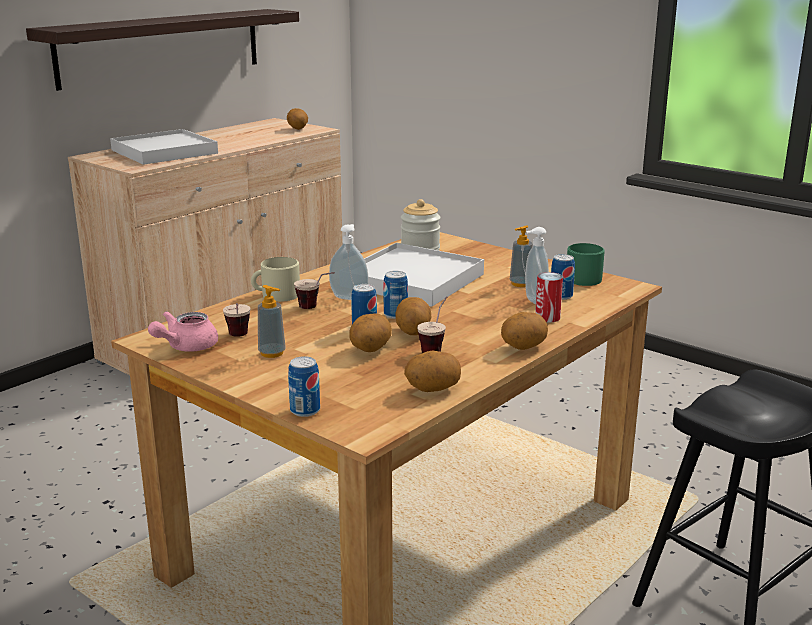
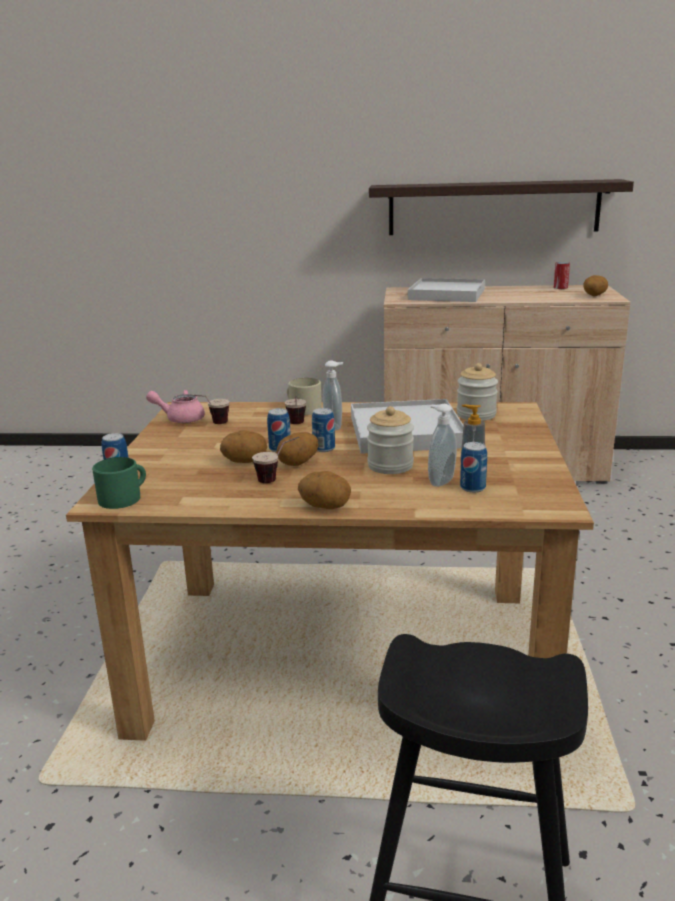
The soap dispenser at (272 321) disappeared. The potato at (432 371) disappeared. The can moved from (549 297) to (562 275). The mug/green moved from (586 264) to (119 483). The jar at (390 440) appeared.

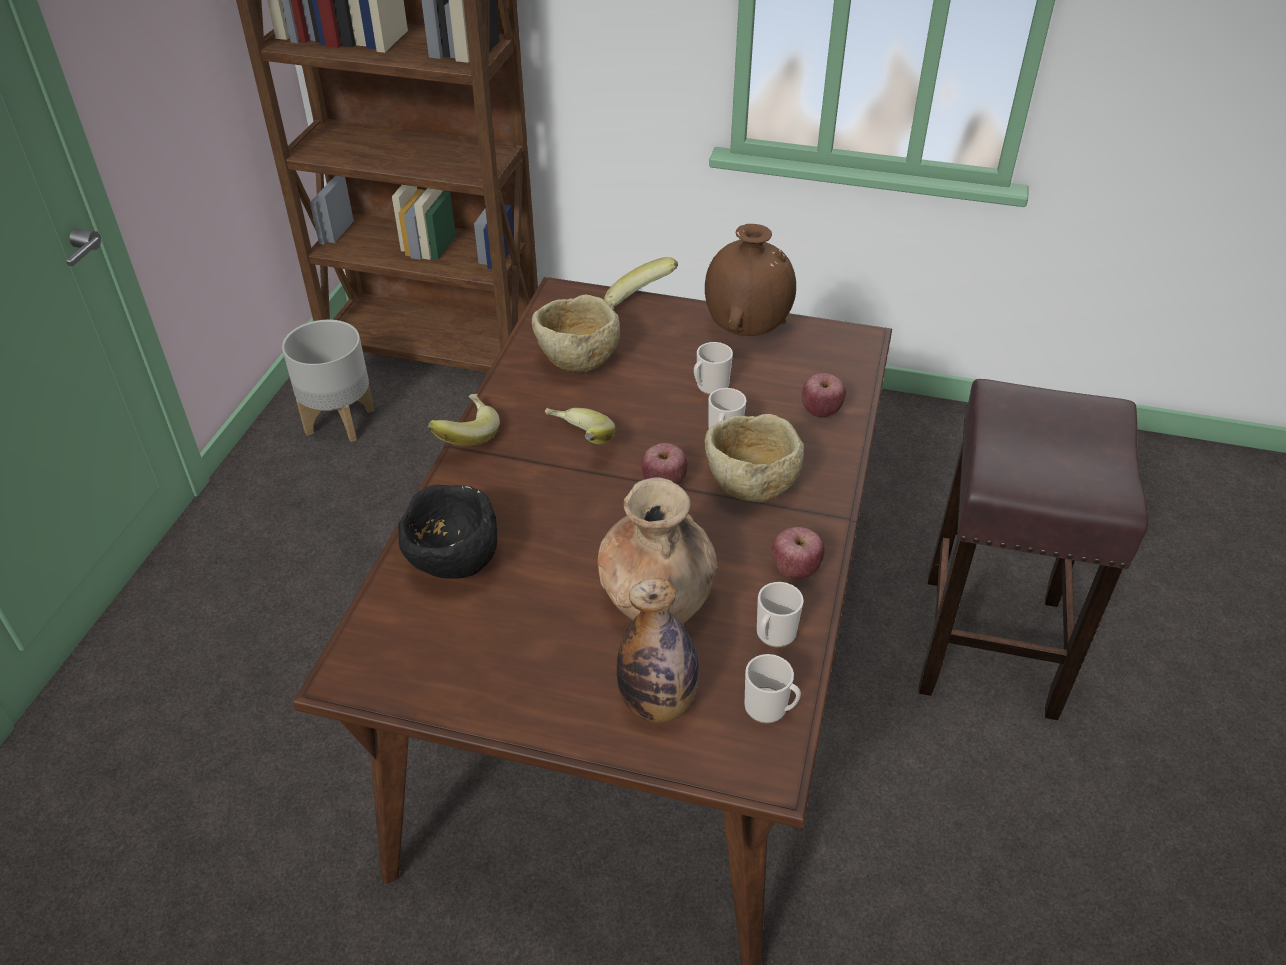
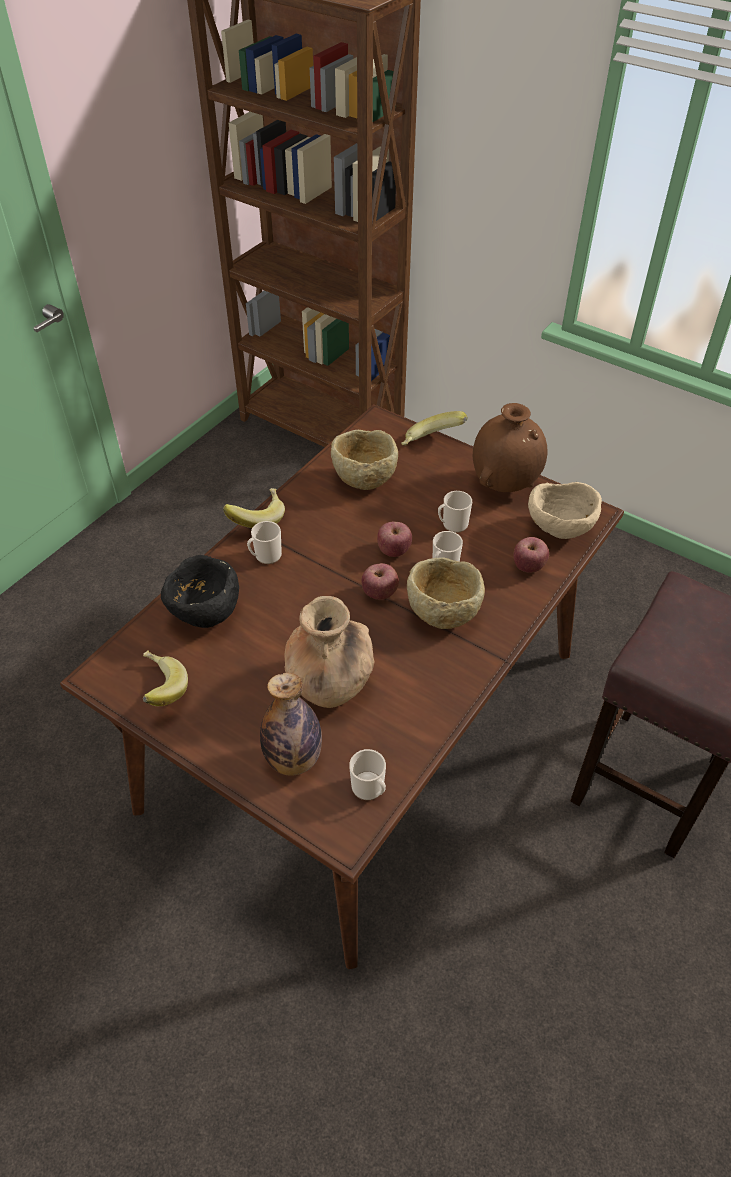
The planter/grey at (328 381) disappeared. The banana moved from (580 426) to (165 678). The mug moved from (780 614) to (264 542). The apple moved from (798 553) to (394 539). The bowl/beige at (565 510) appeared.

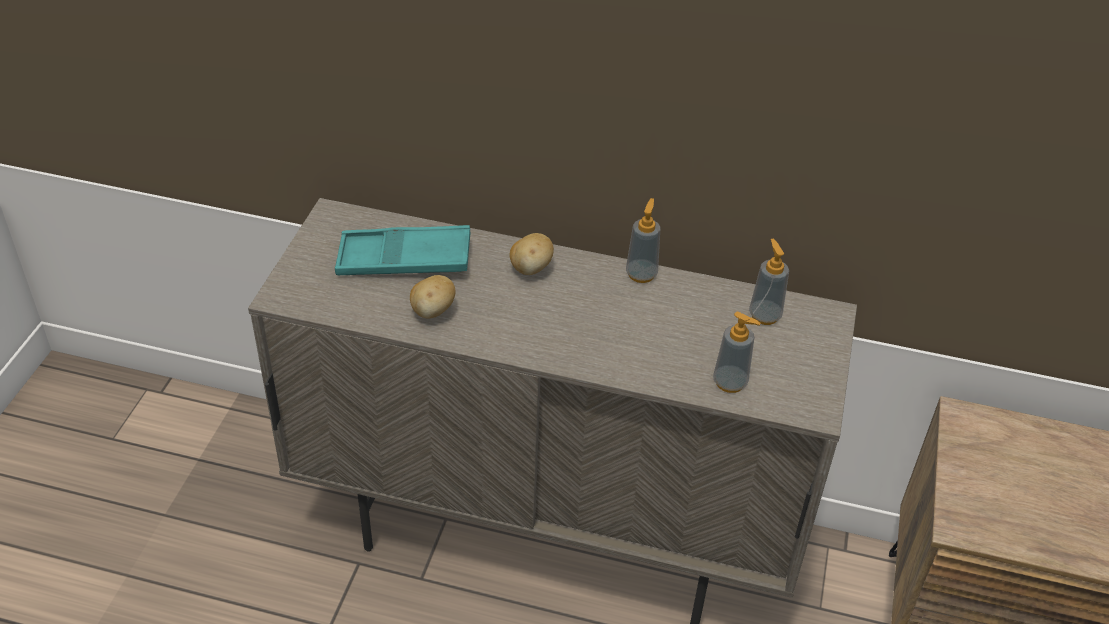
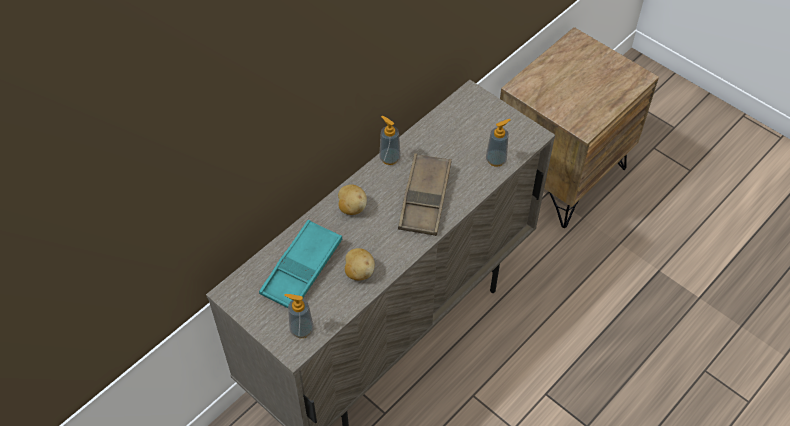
The soap dispenser moved from (769 282) to (299 316). The tray/brown at (425 194) appeared.

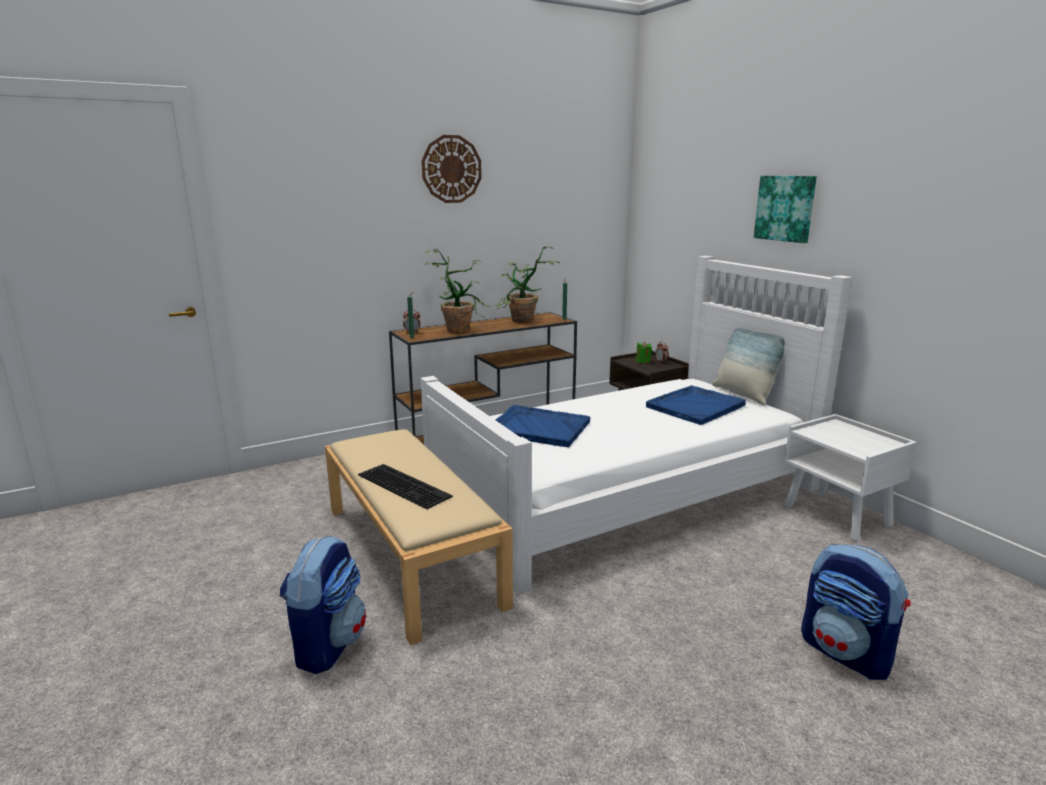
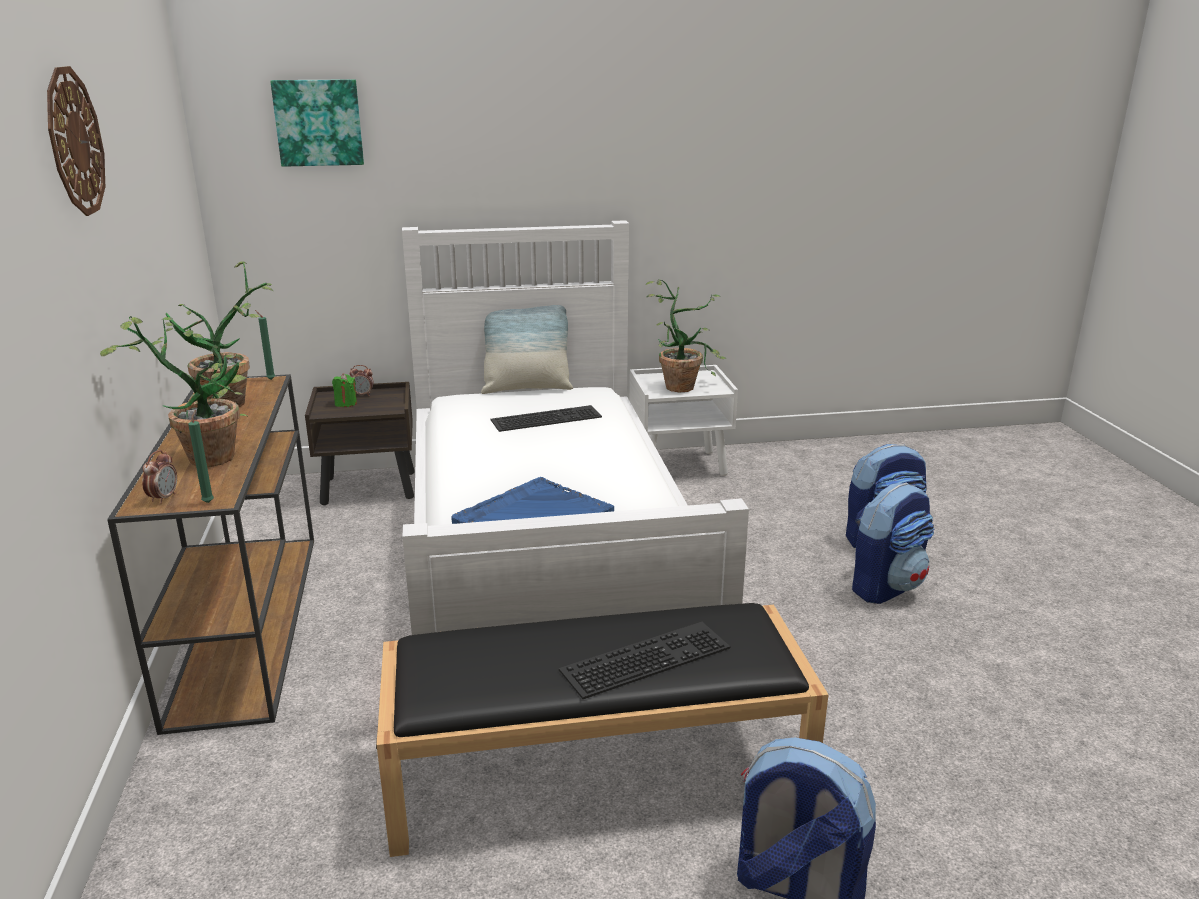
The bench/beige at (419 537) became the bench/black at (602 730). The tray/blue at (696 405) was replaced by the keyboard at (546 418). The picture moved from (785 209) to (317 123). The potted plant at (686 336) appeared. The backpack at (893 543) appeared.

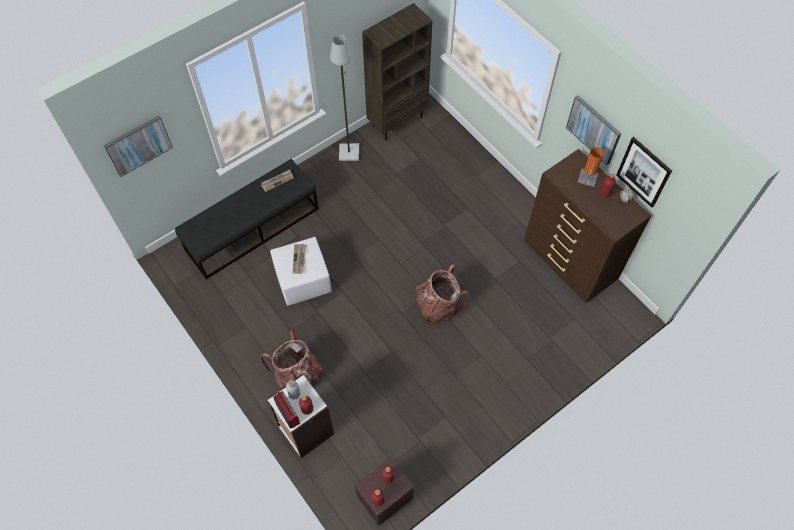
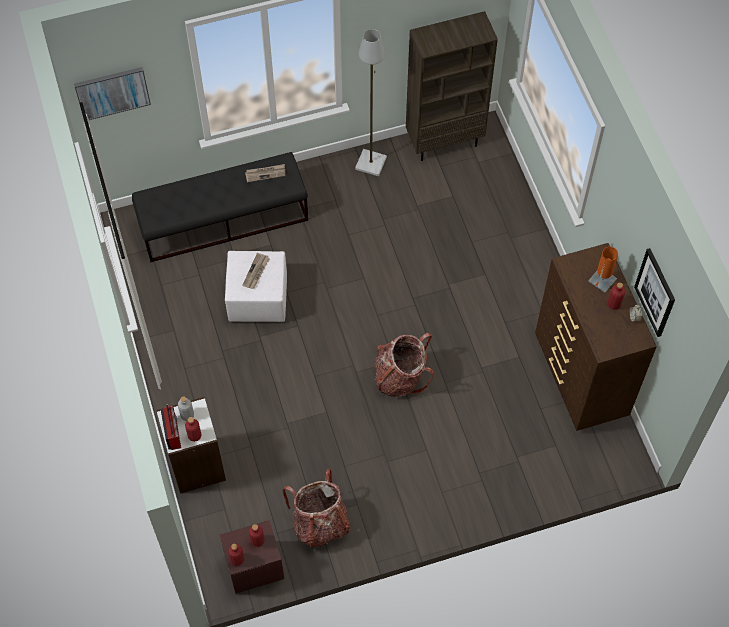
The backpack moved from (291 359) to (317 508). The picture at (593 130) disappeared.

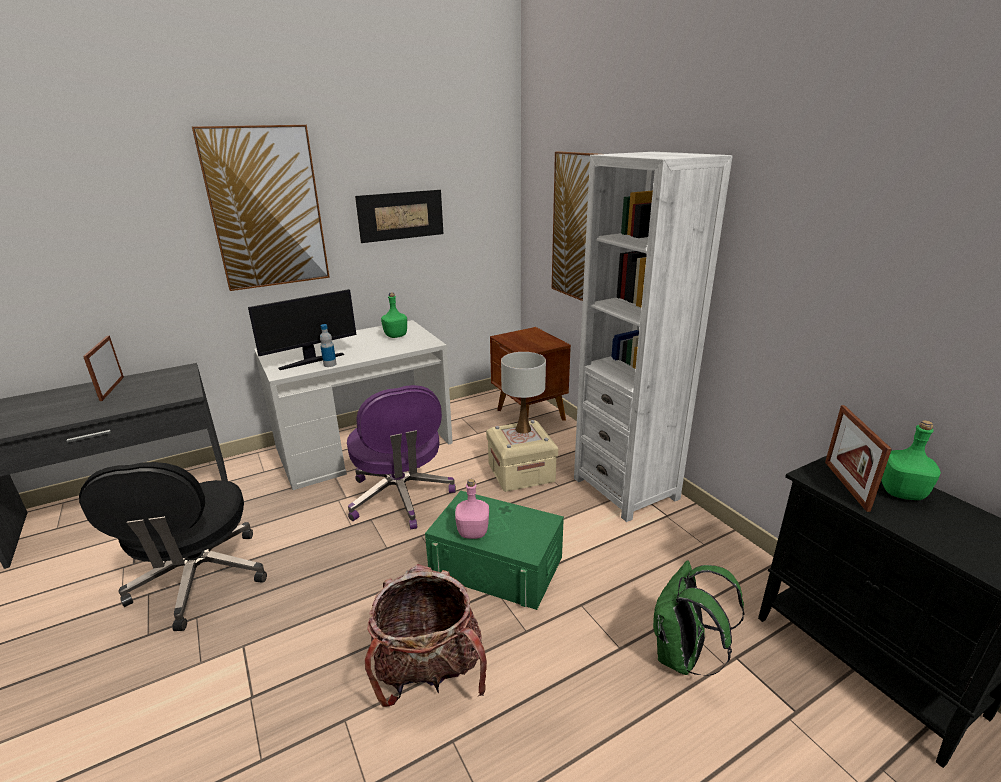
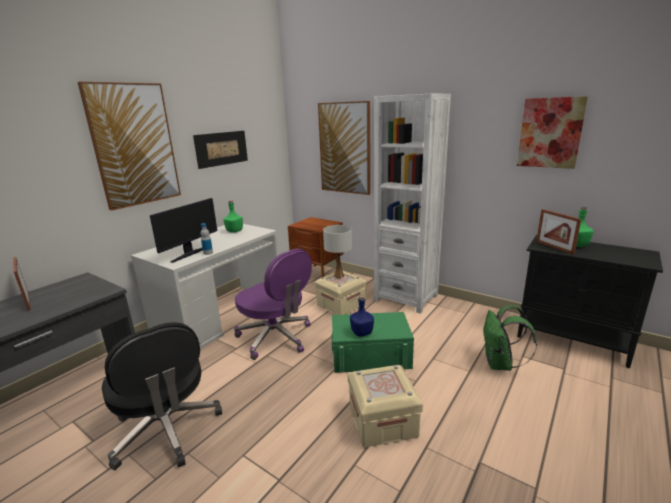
The backpack at (426 635) was replaced by the storage box/beige at (385 406). The bottle/pink at (472 509) became the bottle/blue at (362 316). The picture at (552 132) appeared.

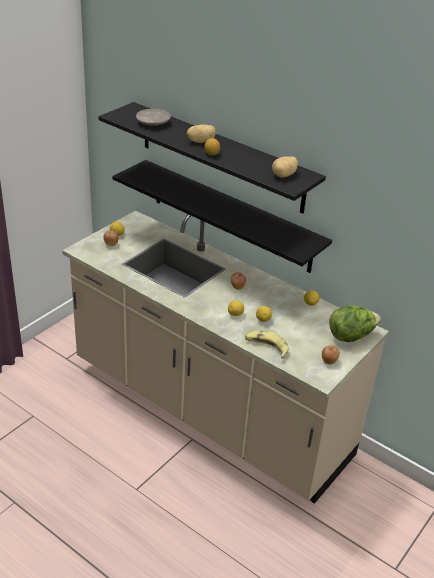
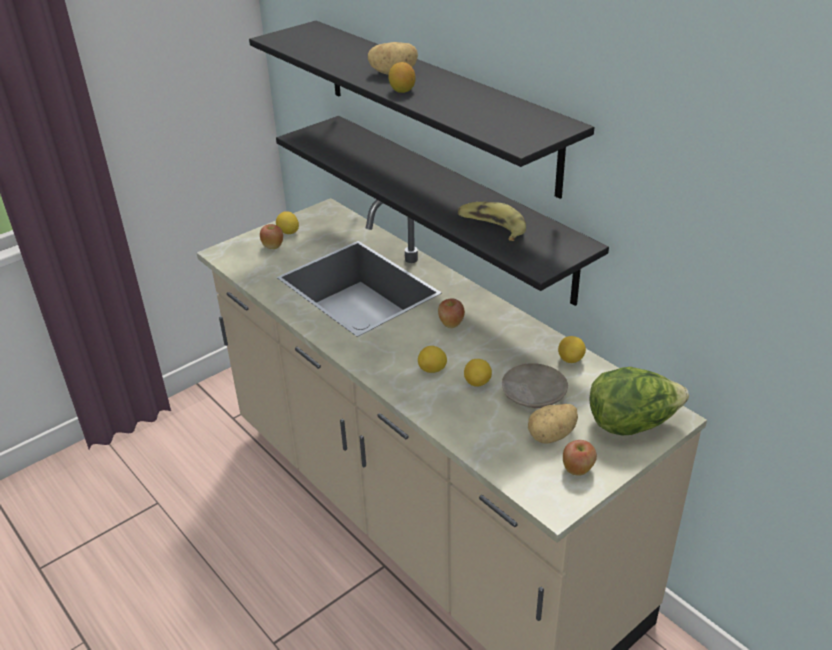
The plate/beige moved from (153 117) to (535 385). The banana moved from (267 345) to (492 221). The potato moved from (285 167) to (553 424).

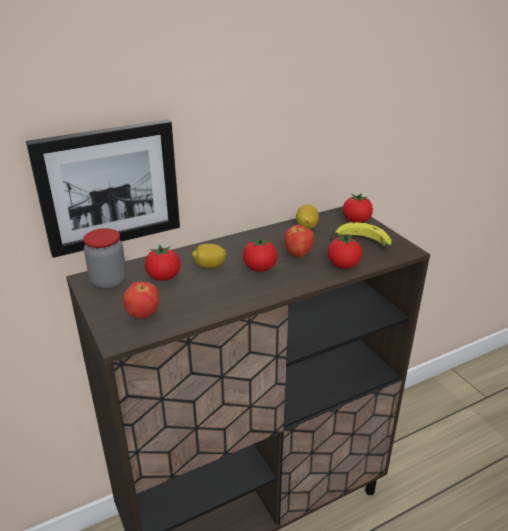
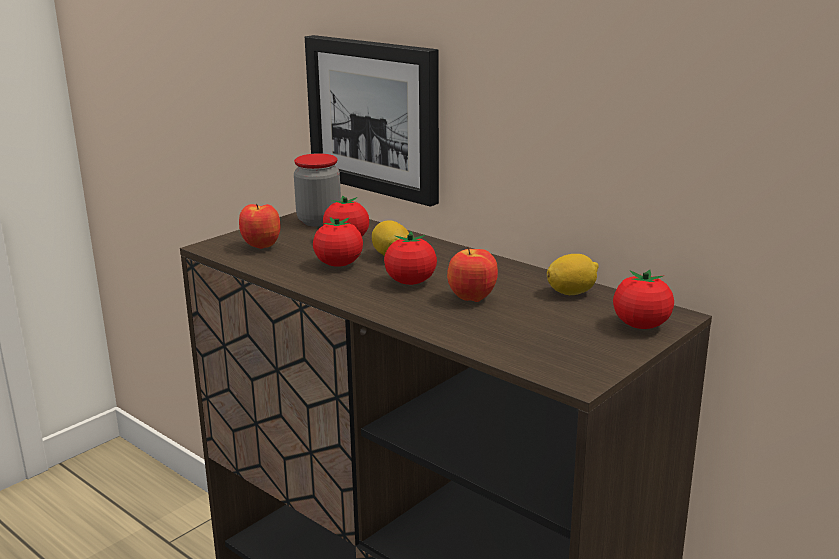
The tomato moved from (344 251) to (338 242). The banana at (362 235) disappeared.

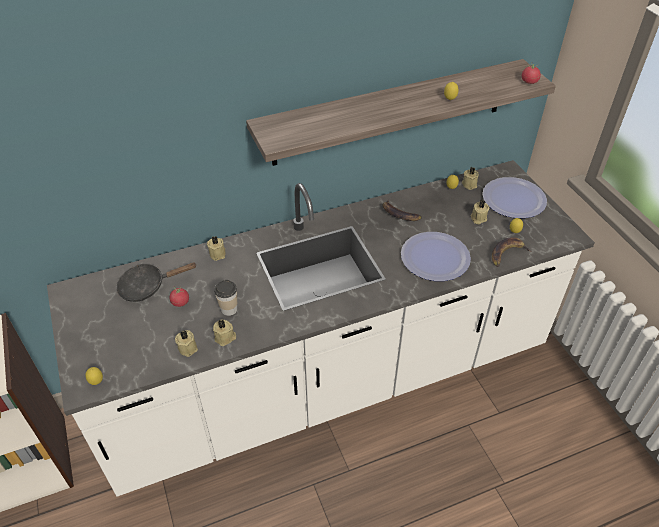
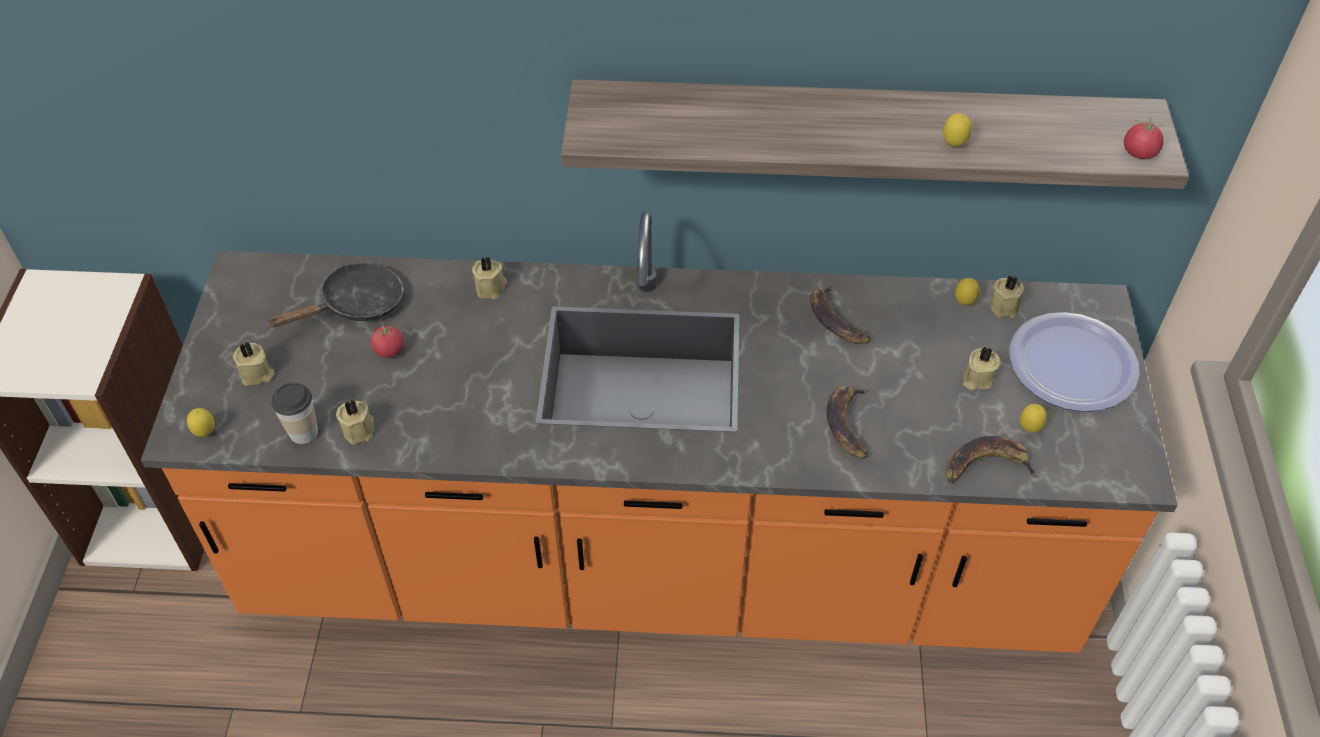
The counter/white at (321 328) became the counter/orange at (659 432). The frying pan/black at (156 282) turned 135 degrees clockwise. The candle/beige moved from (224 333) to (253 364). The cup moved from (225 298) to (295 413). The plate at (436 256) was replaced by the banana at (848 422).

